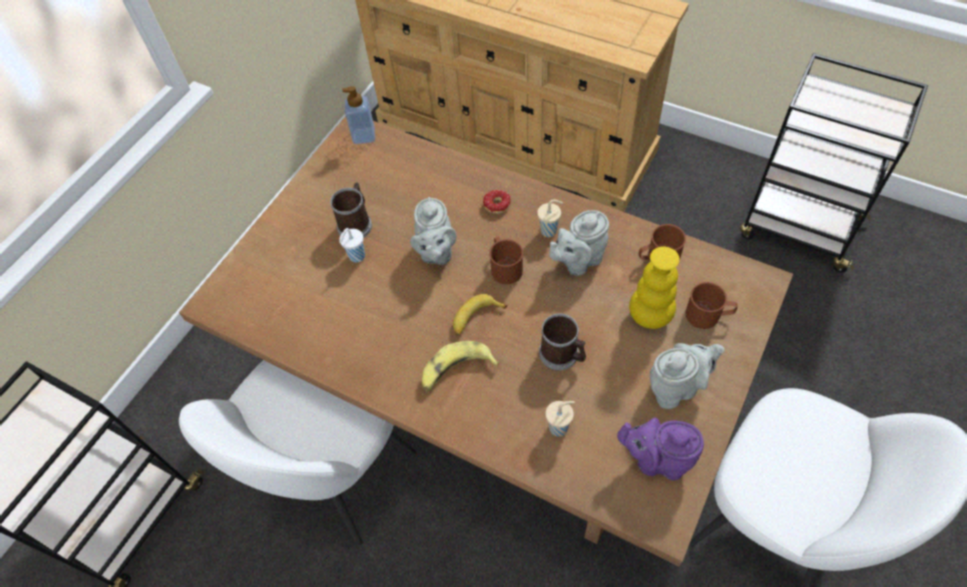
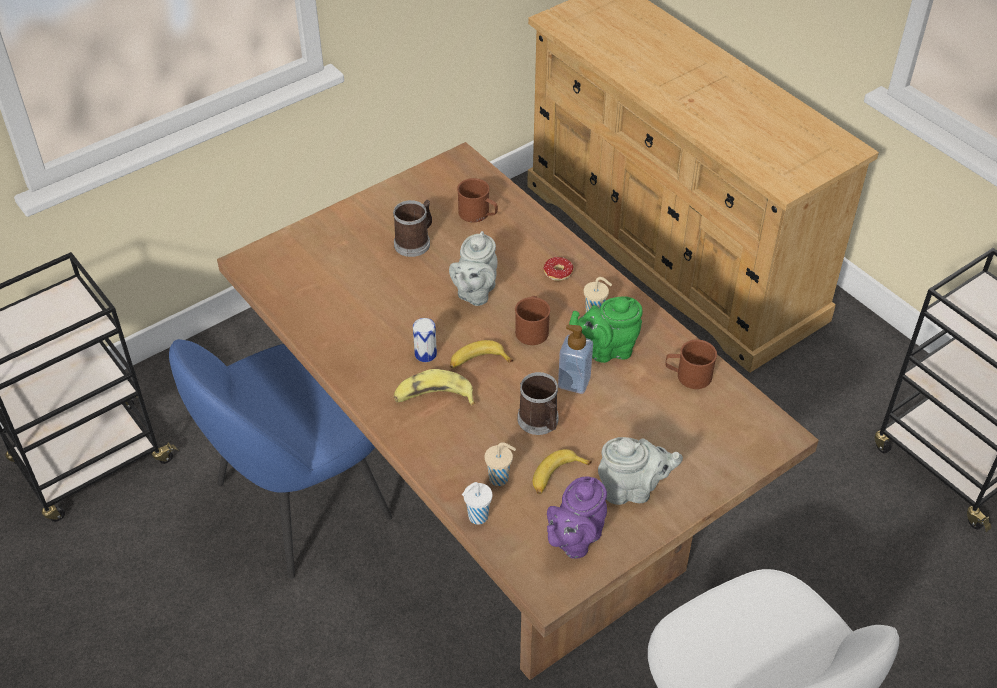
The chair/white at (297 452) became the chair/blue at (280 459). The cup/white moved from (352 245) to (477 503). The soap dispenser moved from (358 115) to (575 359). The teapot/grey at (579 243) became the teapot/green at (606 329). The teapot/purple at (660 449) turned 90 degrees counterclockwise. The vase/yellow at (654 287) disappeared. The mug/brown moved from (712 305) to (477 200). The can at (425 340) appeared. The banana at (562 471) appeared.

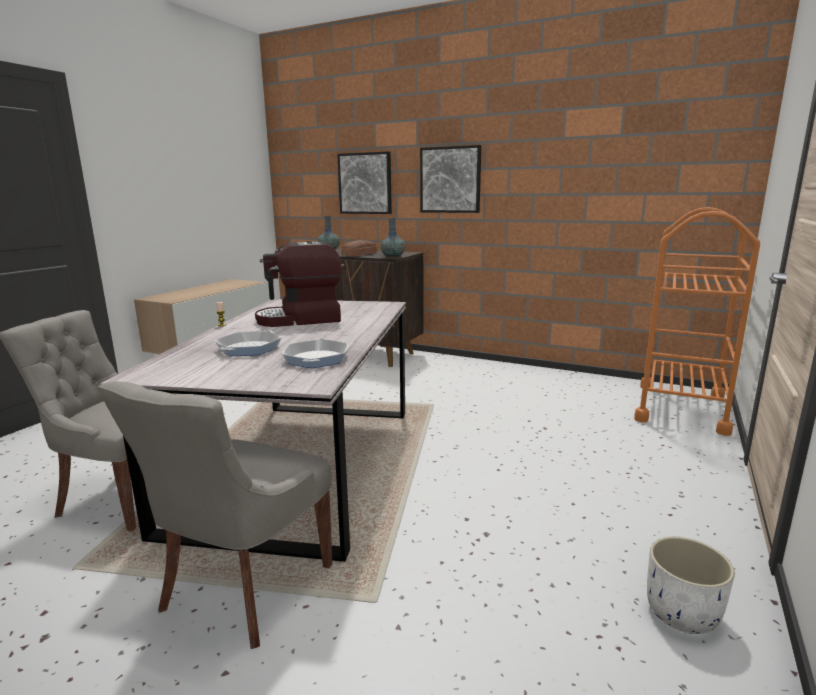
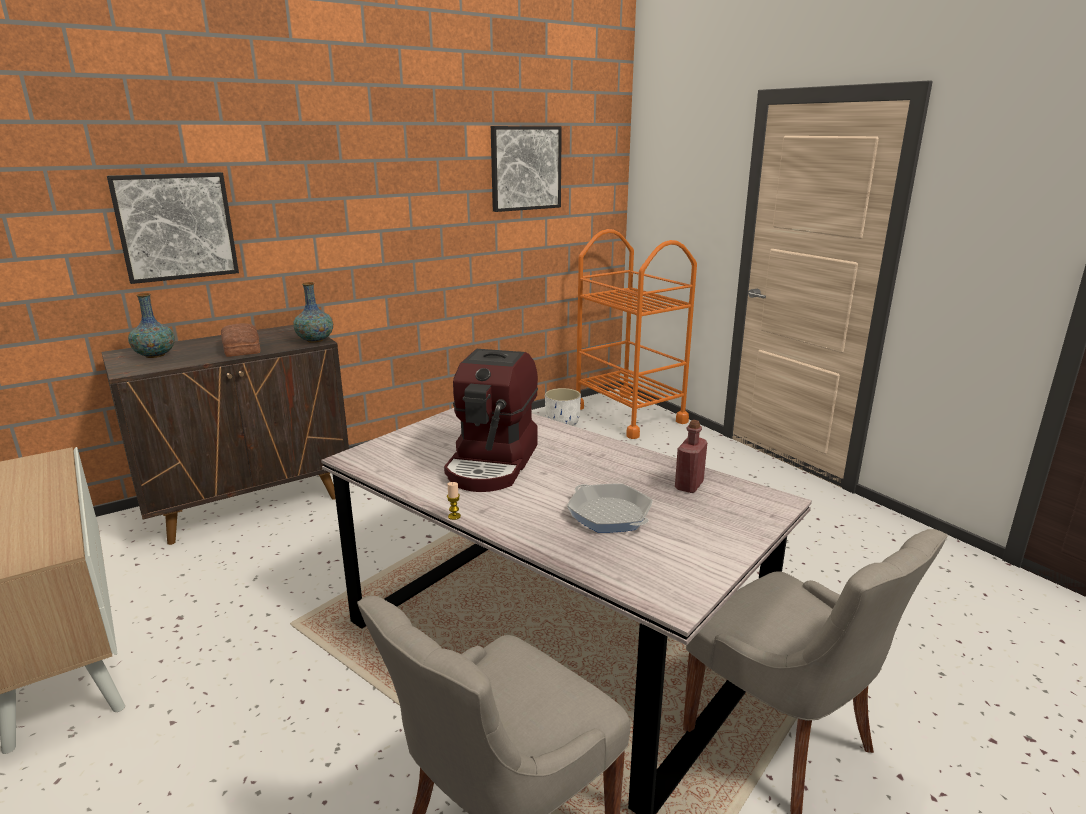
The frying pan at (315 353) was replaced by the bottle/red at (691 456). The picture moved from (450 179) to (526 169). The planter/white moved from (691 585) to (563 407).

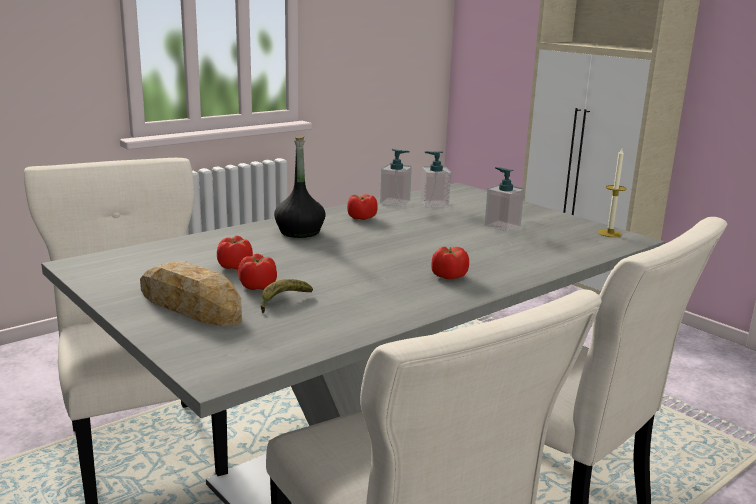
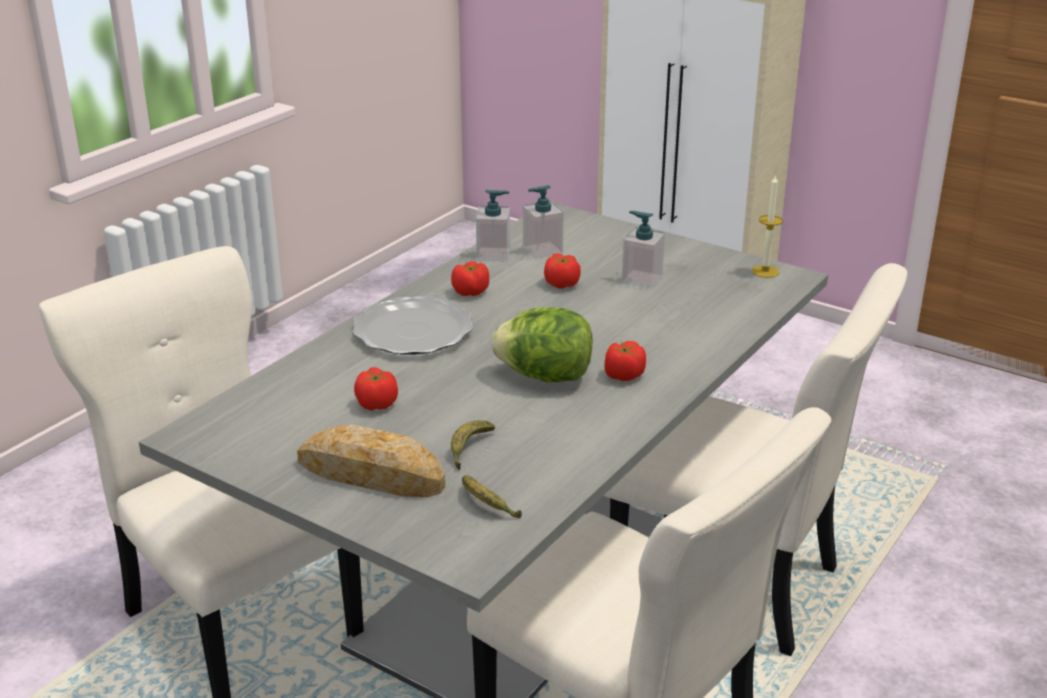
The tomato moved from (257 272) to (562 271). The bottle/black at (300 186) was replaced by the plate at (413 325). The banana at (492 496) appeared. The lettuce at (542 344) appeared.

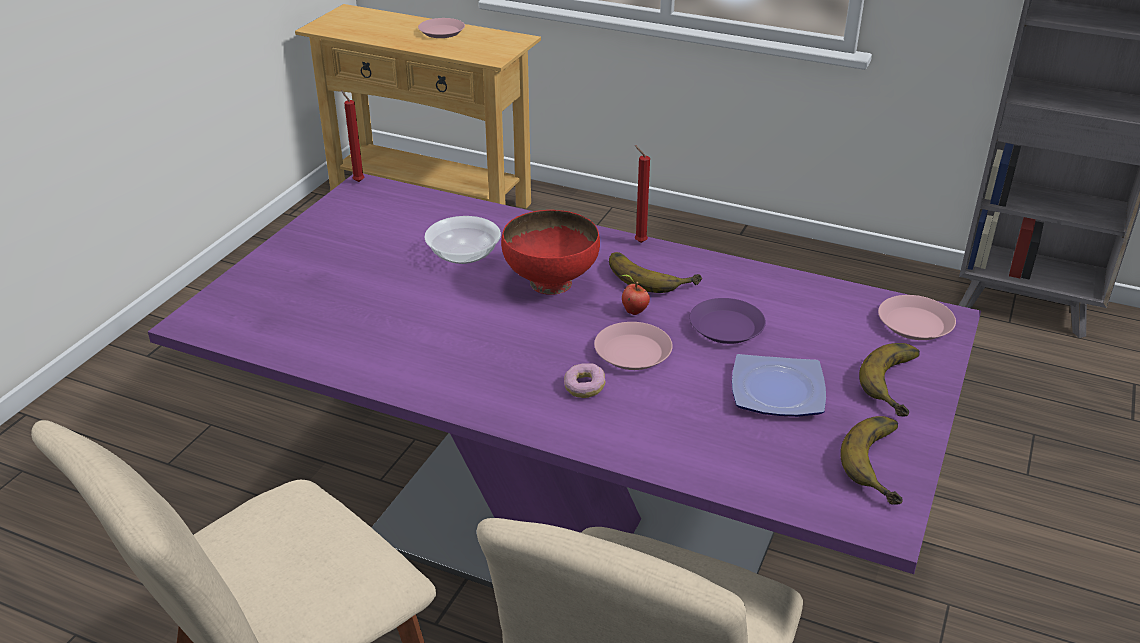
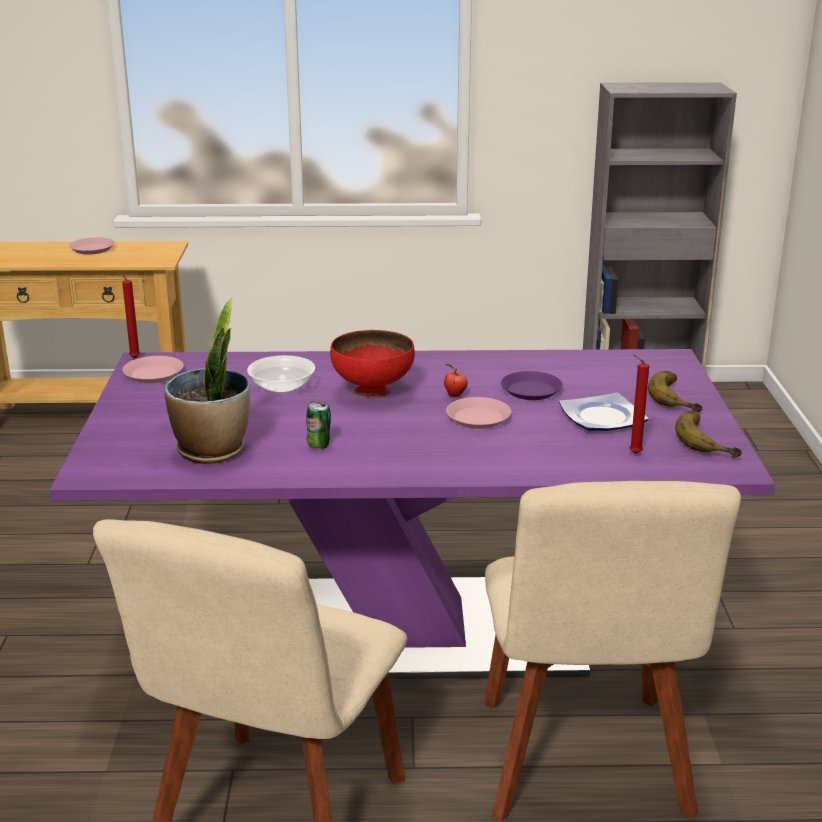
The donut at (584 380) disappeared. The banana at (655 272) disappeared. The candle/red moved from (642 194) to (639 404). The plate/pink moved from (917 317) to (153 369). The potted plant at (207 380) appeared. The can at (318 425) appeared.

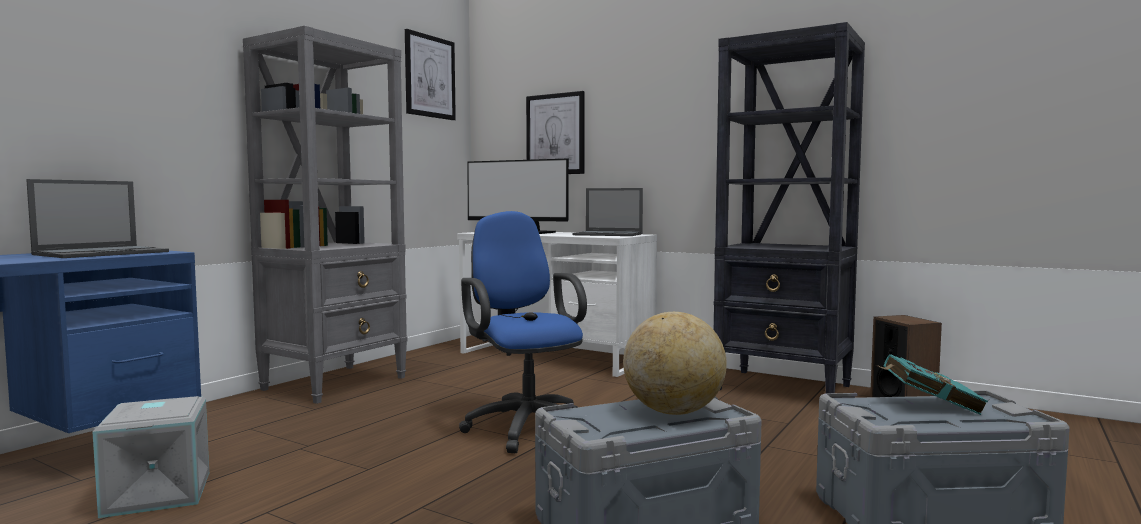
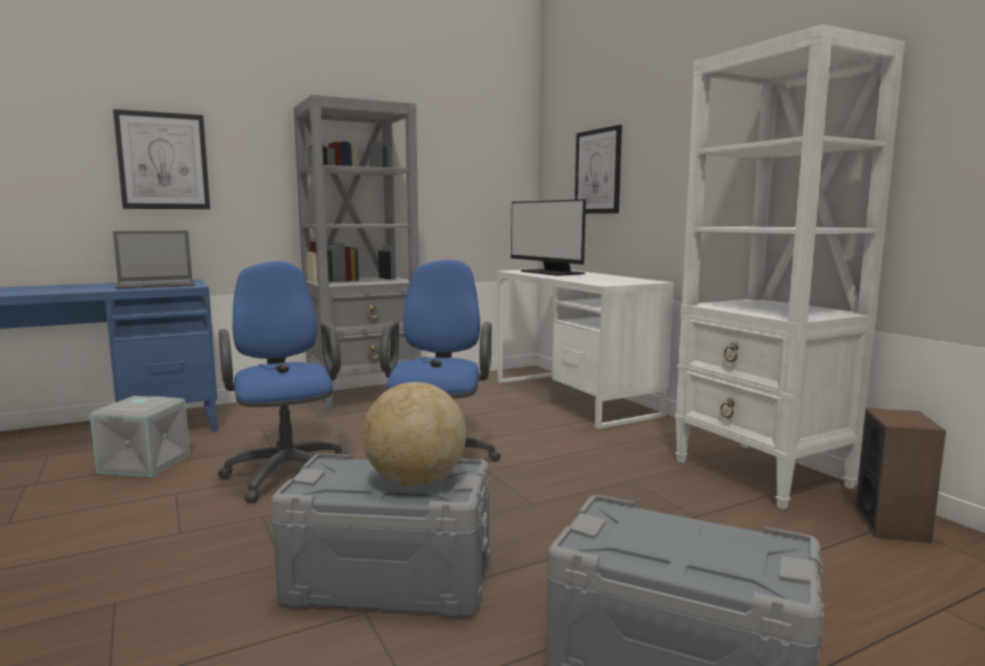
The picture moved from (430 74) to (161 159). The laptop at (608 212) disappeared. The bookcase/black at (789 207) became the bookcase/white at (790 266). The book/turquoise at (932 384) disappeared. The office chair/blue at (283 382) appeared.

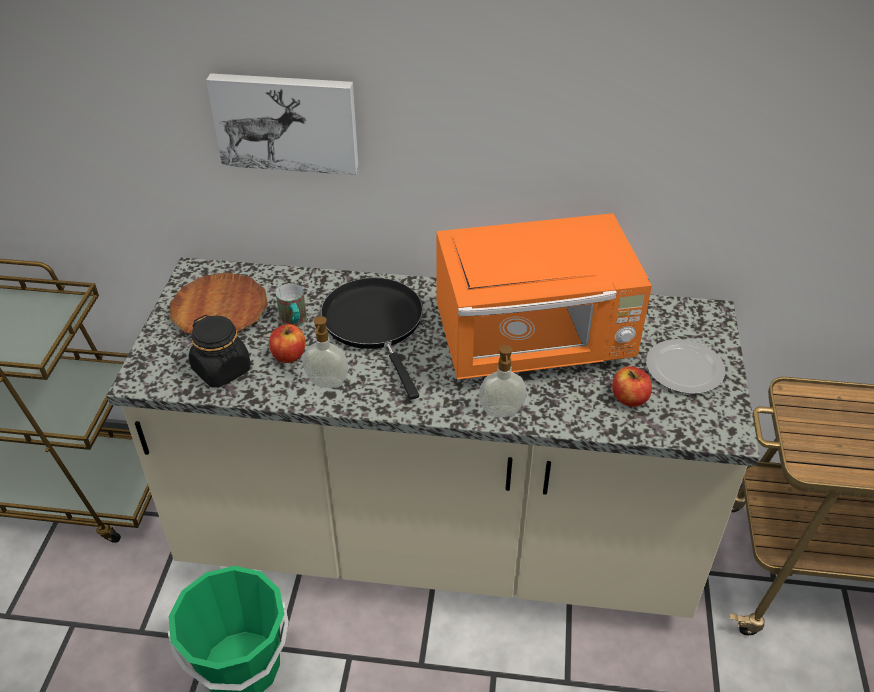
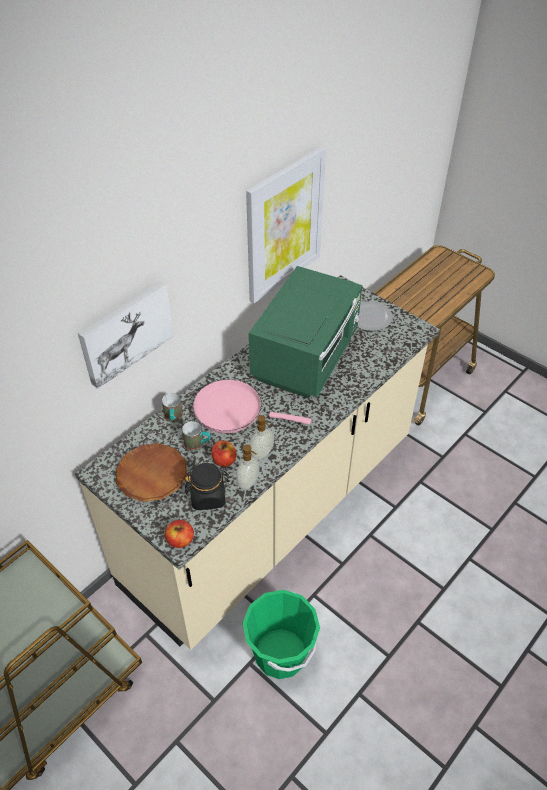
The frying pan/black at (372 338) became the frying pan/pink at (252 406). The microwave/orange at (544 296) became the microwave/green at (305 332). The soap dispenser moved from (503 381) to (248 467). The apple moved from (632 386) to (179 534). The mug at (172 408) appeared. The picture at (286 224) appeared.

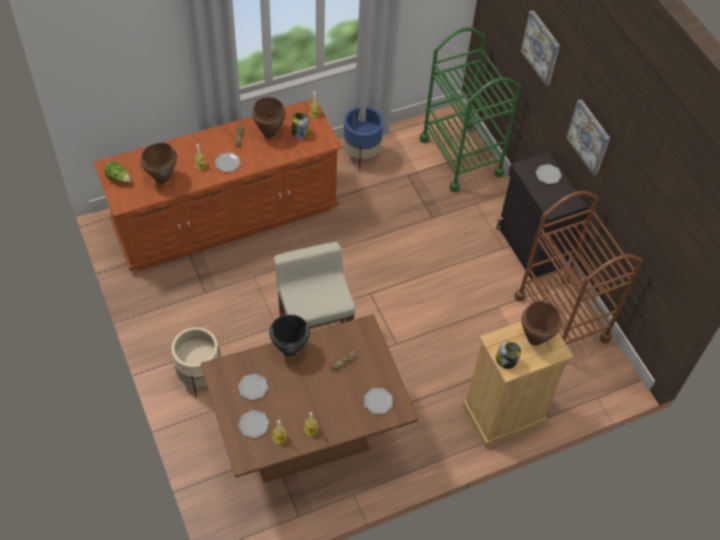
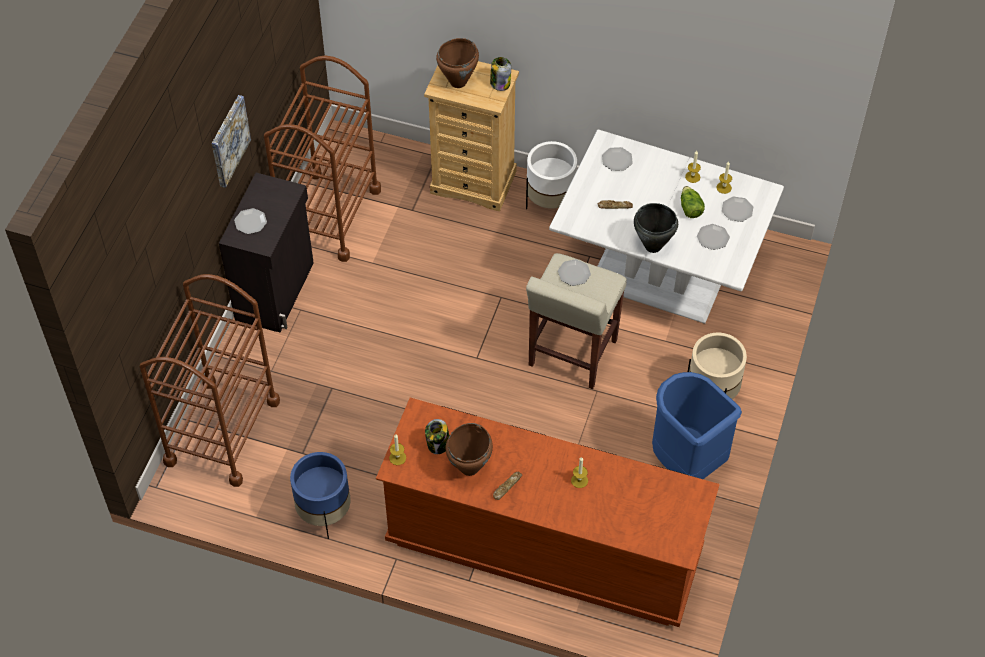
The lettuce moved from (117 172) to (693 202). The cooking pot/brown at (158 163) disappeared. The dining table/brown at (309 398) became the dining table/white at (666 226). The plate moved from (228 162) to (574 272). The cart/green at (470 109) became the cart/brown at (210 380). The picture at (540 47) disappeared. The planter/white at (551 175) appeared. The trash can/blue at (697 425) appeared.

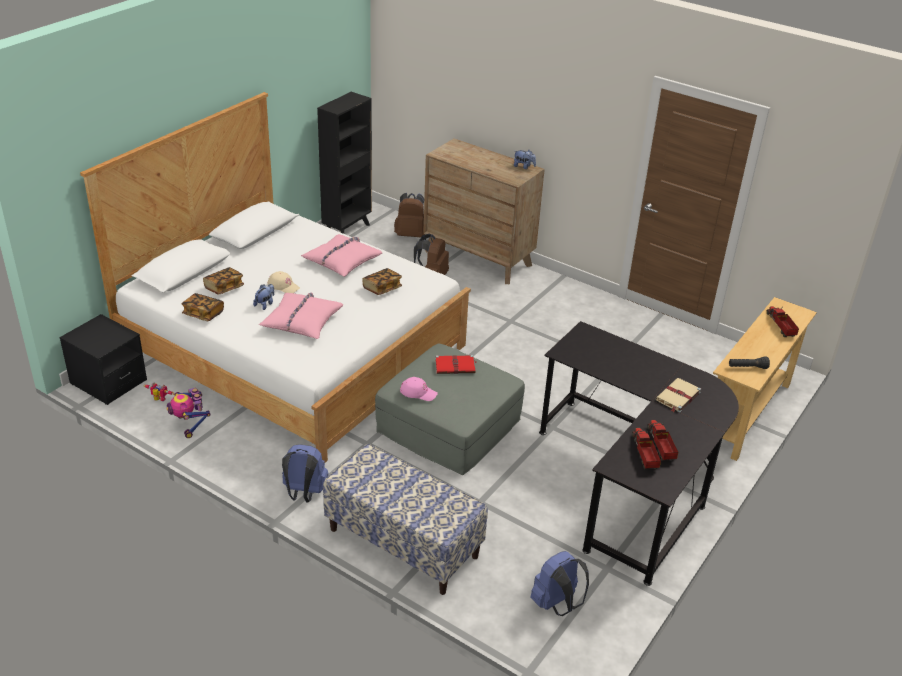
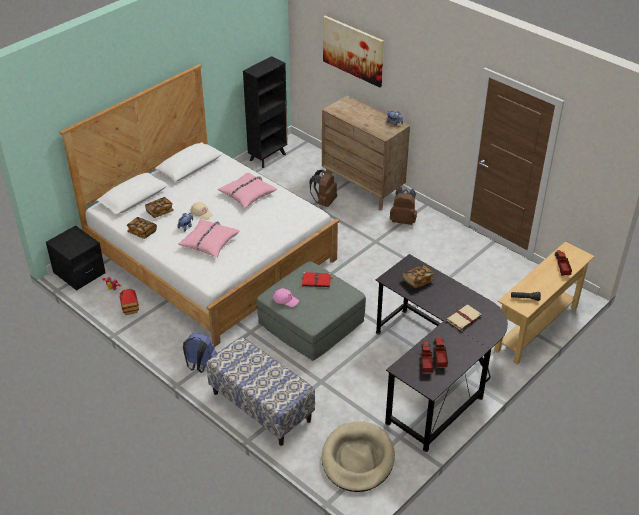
The toy robot at (188 413) was replaced by the toy house at (129 302). The book moved from (382 281) to (418 276). The backpack/brown moved from (409 215) to (403 206). The backpack/blue at (559 583) was replaced by the dog bed/beige at (358 457). The picture at (353 52) appeared.

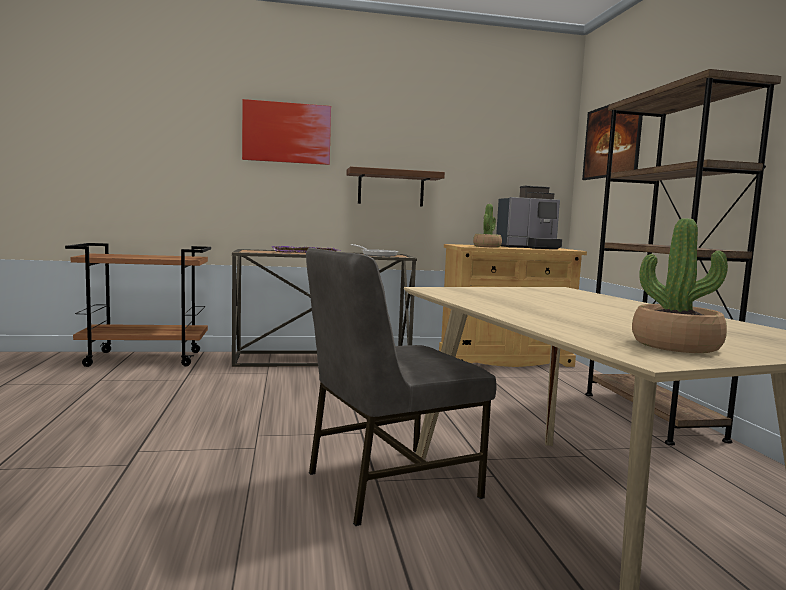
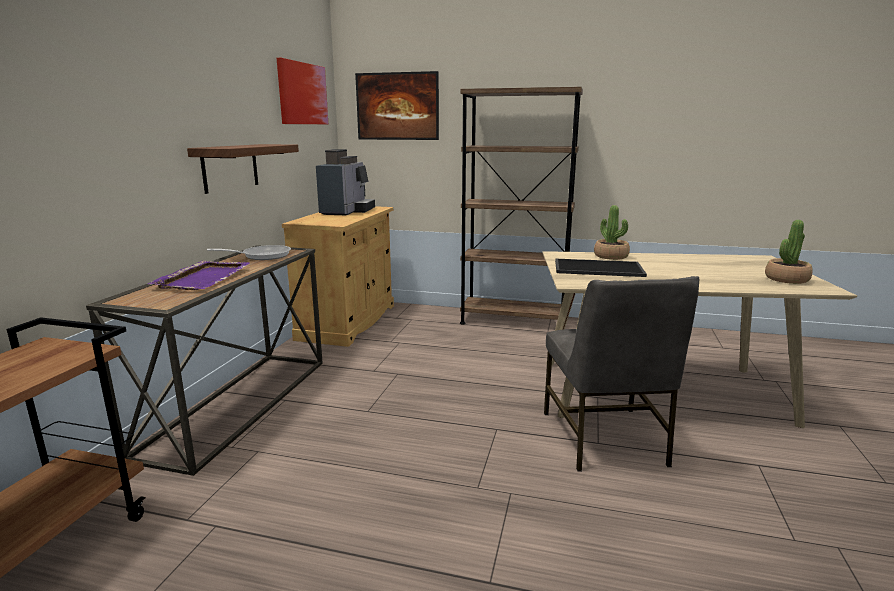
The picture moved from (286 132) to (302 91). The potted plant moved from (487 226) to (612 232). The tray at (601 268) appeared.

